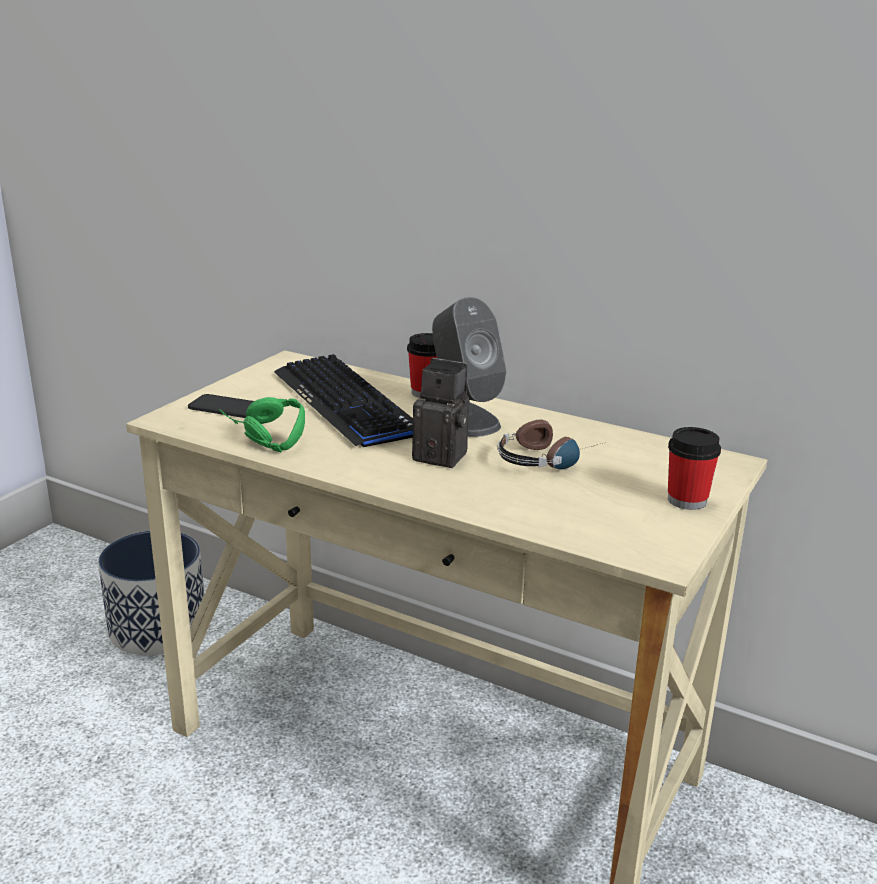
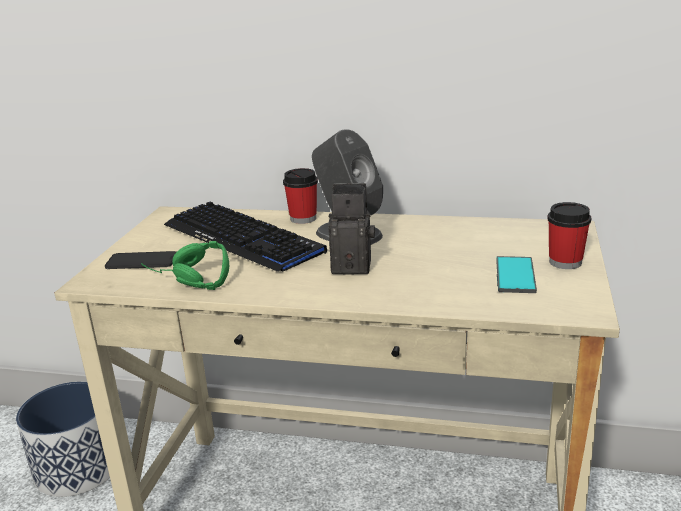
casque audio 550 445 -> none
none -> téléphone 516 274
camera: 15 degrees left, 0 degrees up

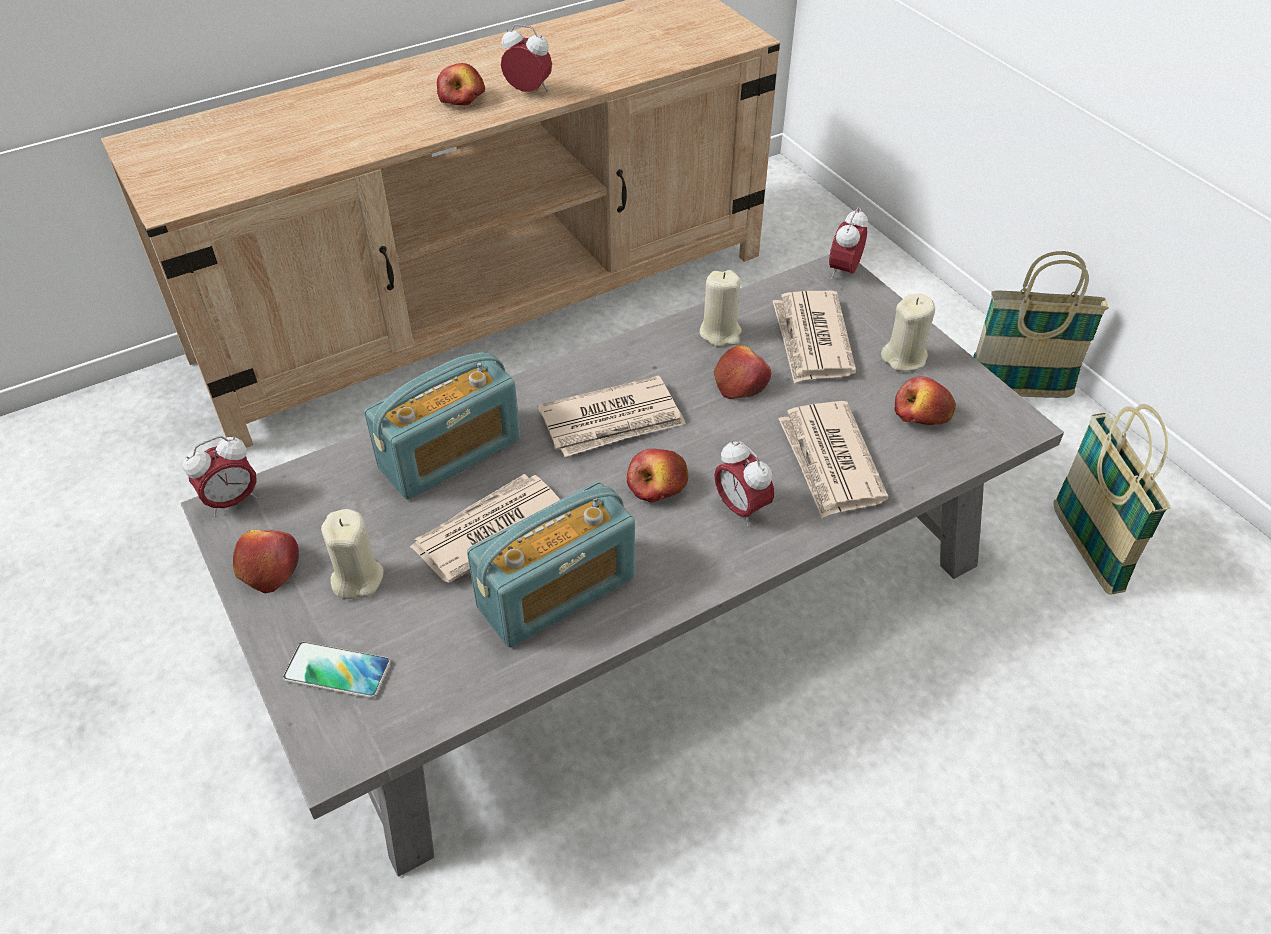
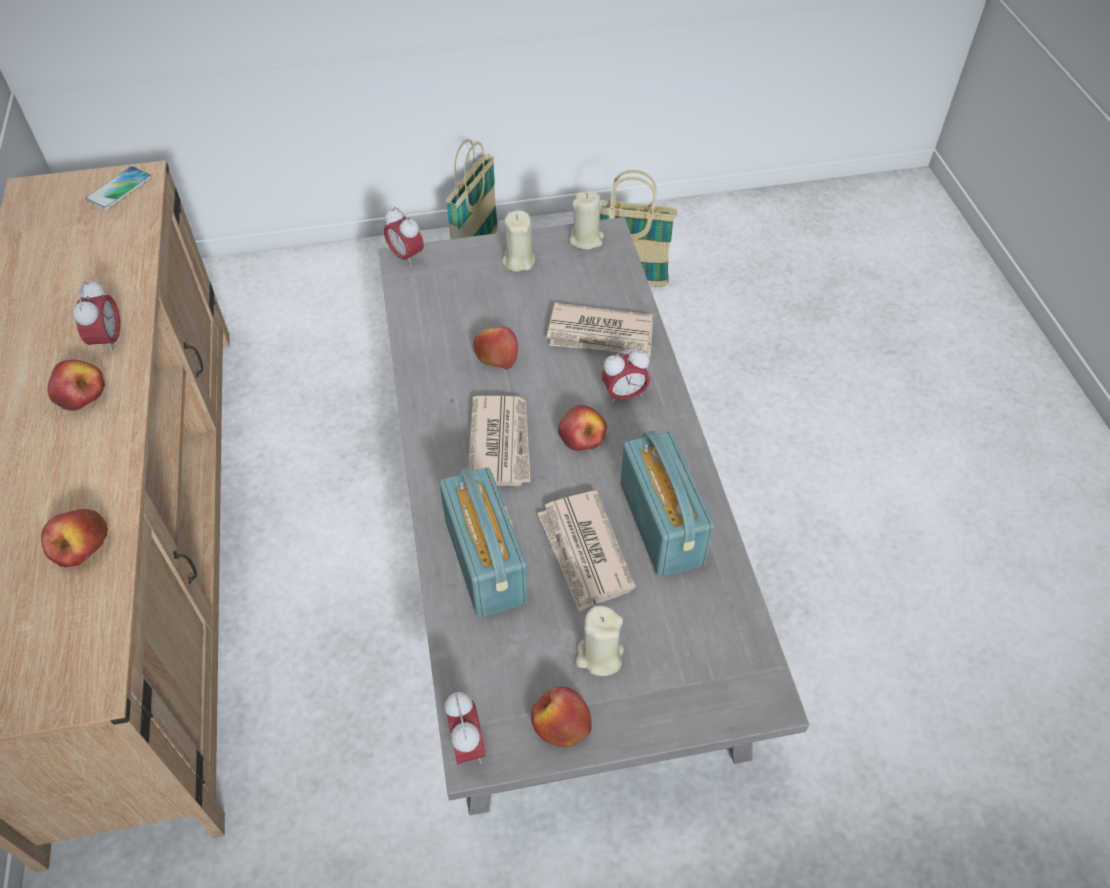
téléphone 336 670 -> téléphone 118 188, shifted
réveil 526 58 -> réveil 96 316, 135 degrees clockwise
bougie [beige] 720 308 -> bougie [beige] 586 220, shifted
journal 814 337 -> none
pomme 925 400 -> pomme 74 538, shifted
camera: 70 degrees left, 5 degrees up

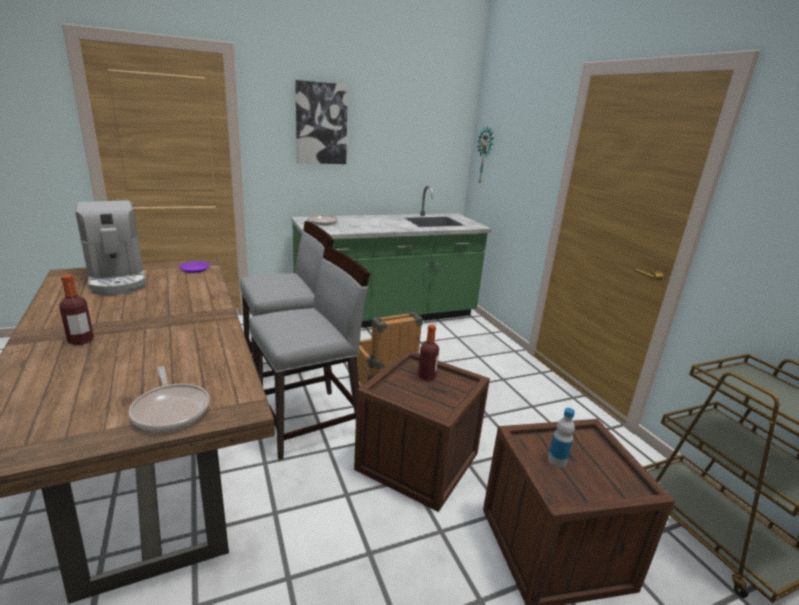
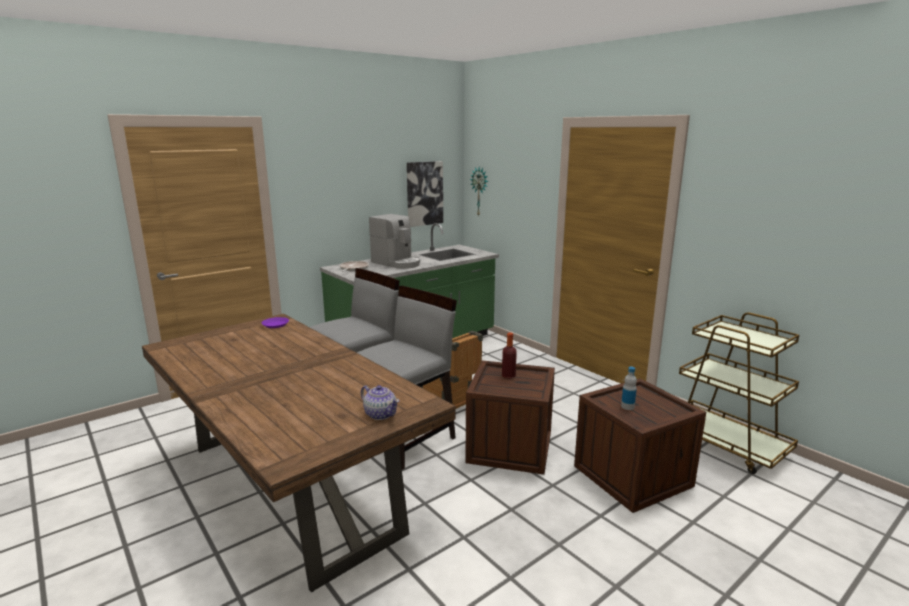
bouteille 76 309 -> none
machine à café 111 247 -> machine à café 394 241, shifted
poêle 169 398 -> théière 380 402
tableau 321 122 -> tableau 425 194, shifted
camera: 15 degrees left, 5 degrees down

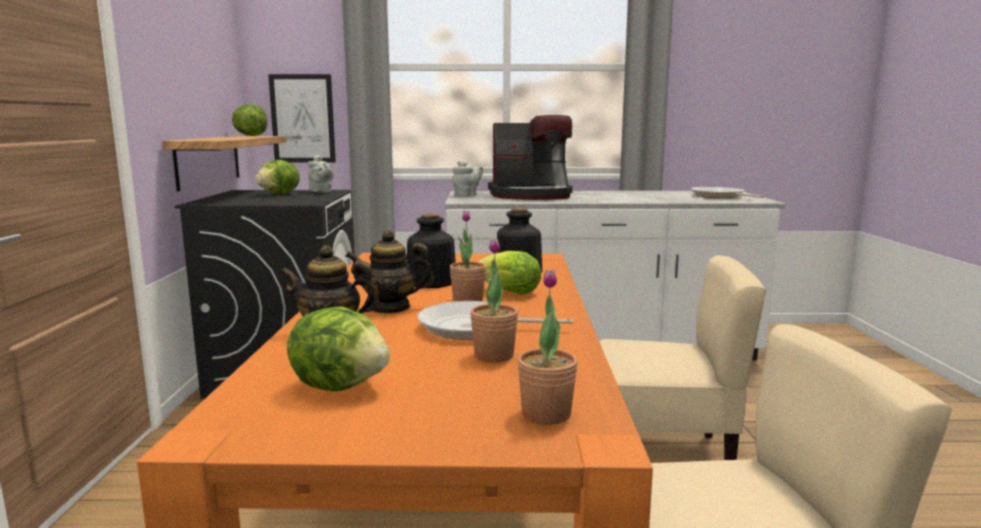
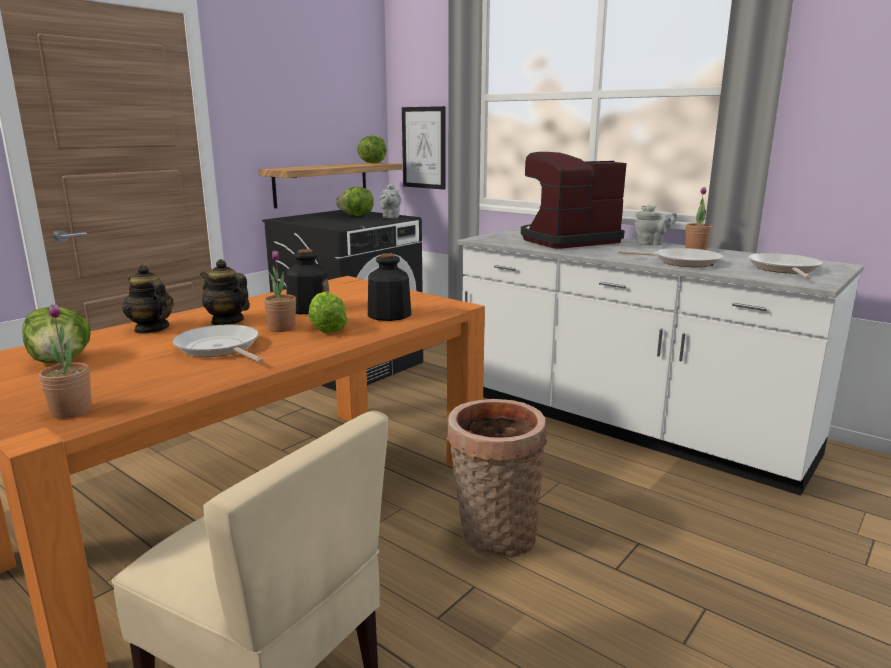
théière [gris] 467 178 -> théière [gris] 655 225, shifted
plante en pot 494 300 -> plante en pot 698 218, shifted
machine à café 530 157 -> machine à café 574 200, 120 degrees clockwise
chaise [beige] 683 357 -> panier 497 478
none -> poêle 670 257
camera: 40 degrees right, 5 degrees up

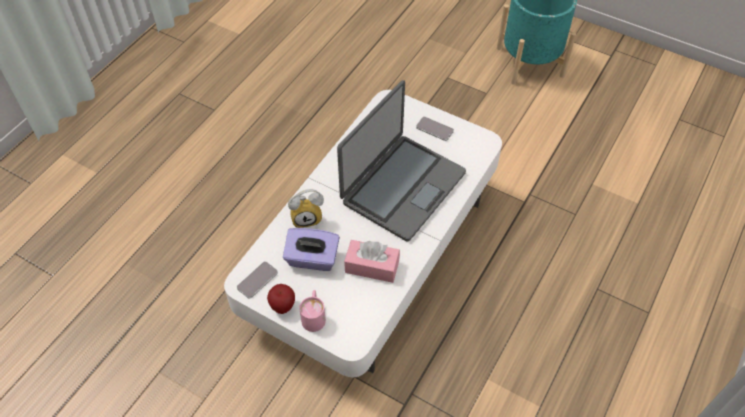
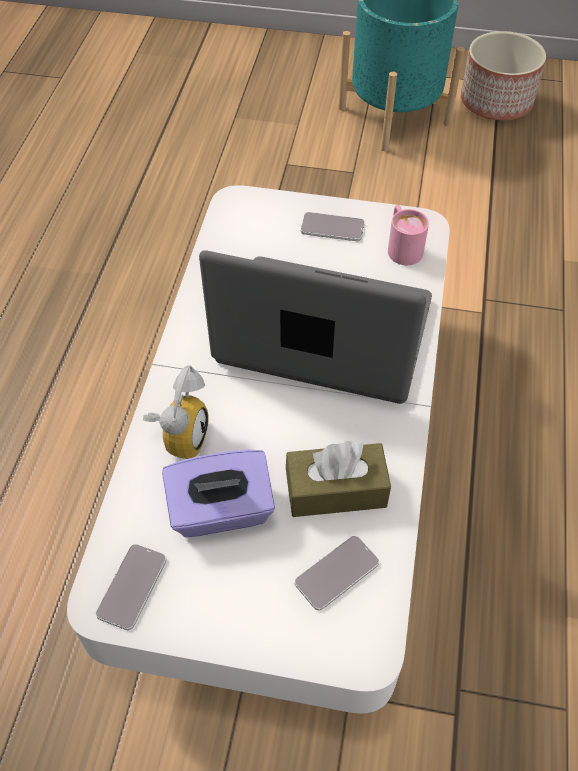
pomme 281 299 -> none
réveil 306 208 -> réveil 176 412, 45 degrees counterclockwise
mug [rose] 312 311 -> mug [rose] 408 235, shifted
ordinateur portable 401 160 -> ordinateur portable 315 327, 90 degrees counterclockwise
boîte à mouchoirs [rose] 372 261 -> boîte à mouchoirs [marron] 338 479
none -> téléphone 337 572
none -> cache-pot 503 75
camera: 20 degrees left, 0 degrees up

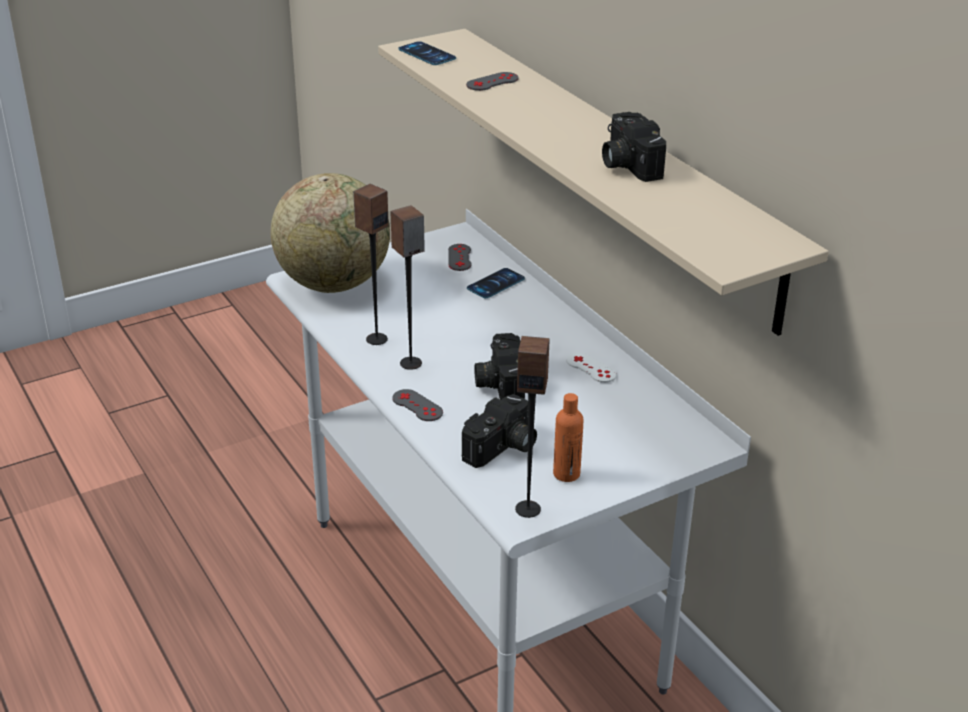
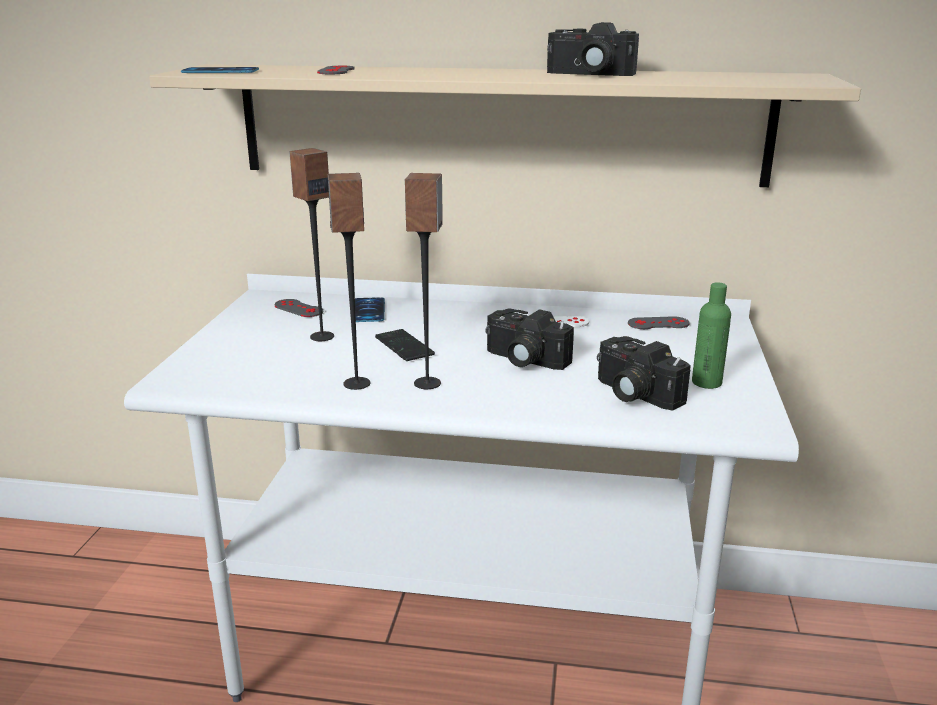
globe 330 233 -> none
manette [gris] 417 405 -> manette [gris] 659 322, shifted
appareil photo 499 431 -> appareil photo 644 373, 150 degrees clockwise
enceinte 532 427 -> enceinte 311 244, shifted
bouteille [orange] 568 437 -> bouteille [vert] 711 335
none -> téléphone 405 345
camera: 50 degrees left, 10 degrees down

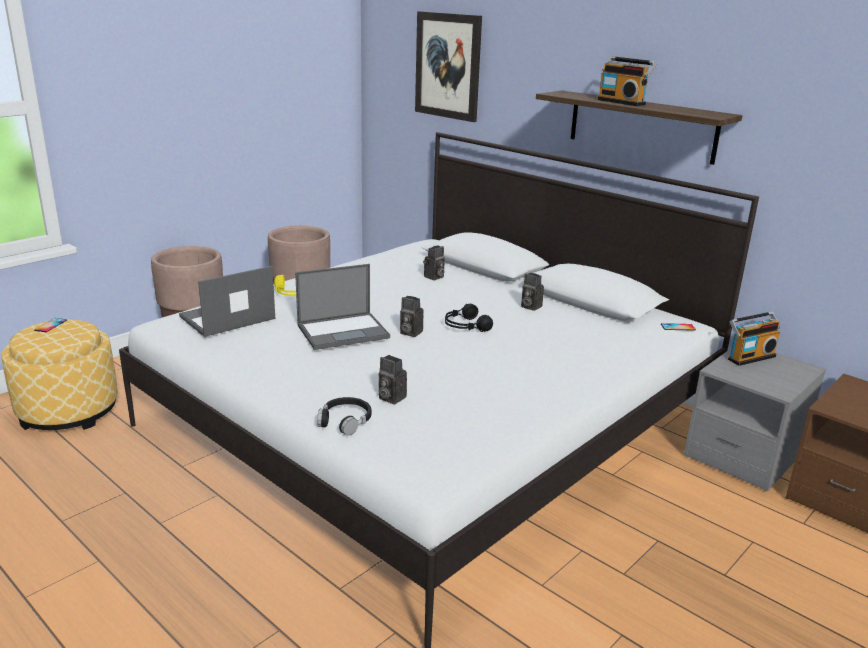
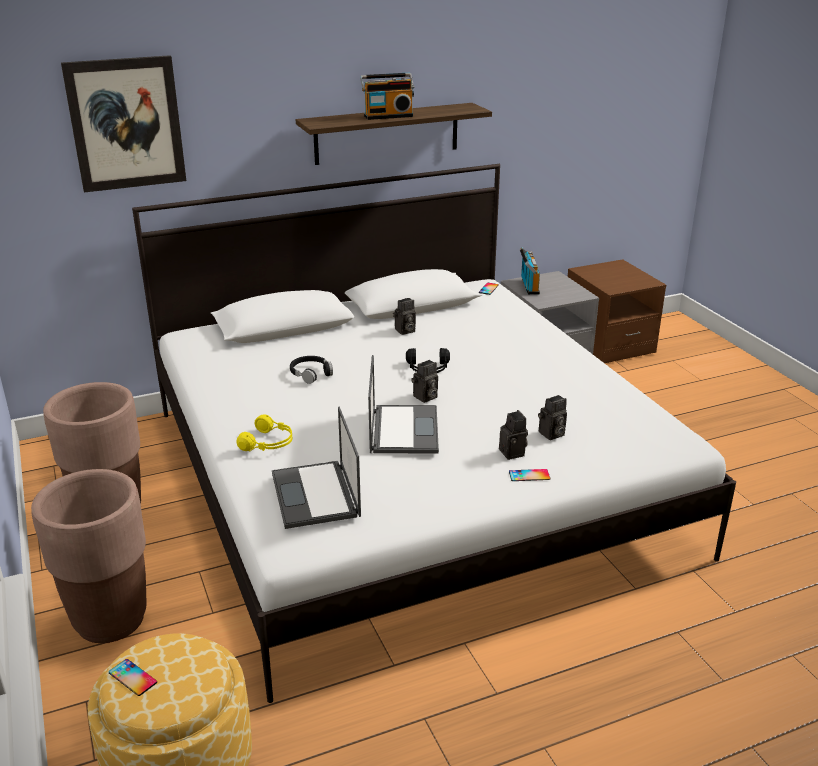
casque audio [noir] 344 416 -> casque audio [noir] 311 370, shifted
appareil photo 434 262 -> appareil photo 513 435, shifted
none -> téléphone 529 475
camera: 65 degrees left, 5 degrees up

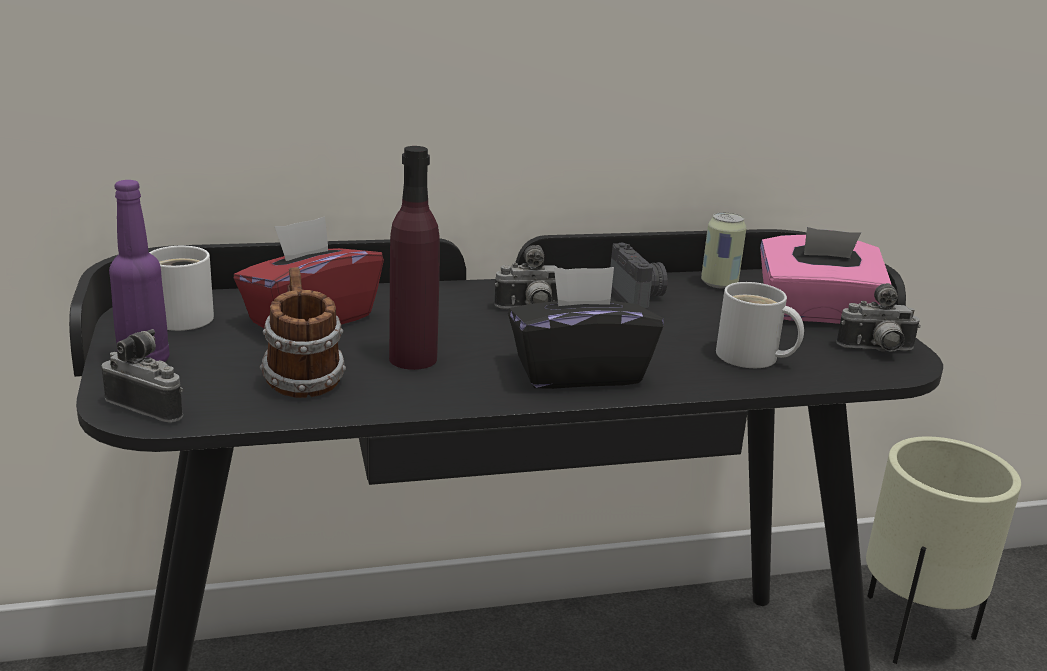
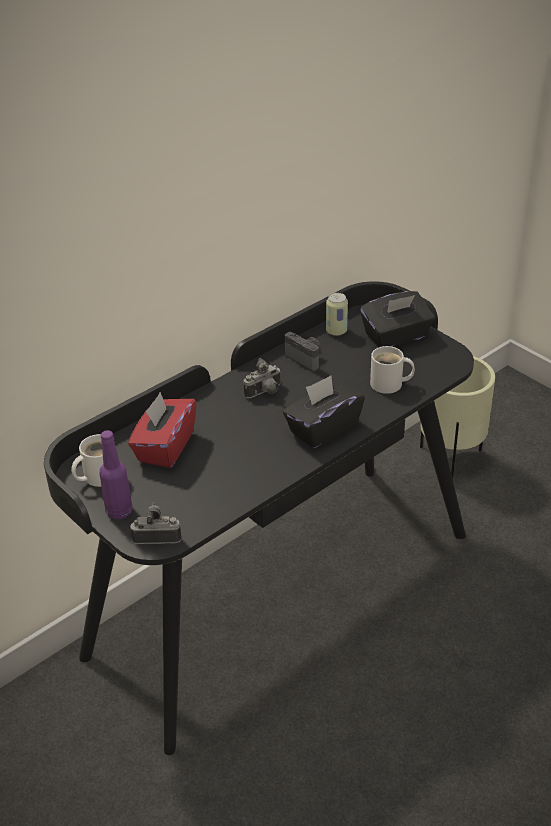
mug 303 332 -> none
bouteille [violet] 414 258 -> none
boîte à mouchoirs [rose] 825 275 -> boîte à mouchoirs [noir] 397 319
appareil photo 879 317 -> none
camera: 25 degrees left, 15 degrees up

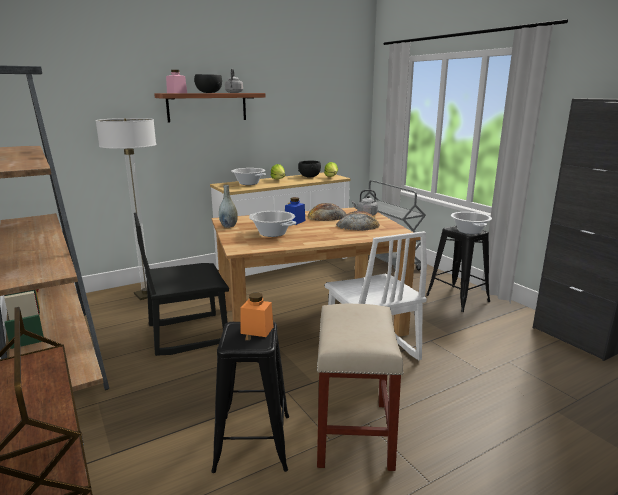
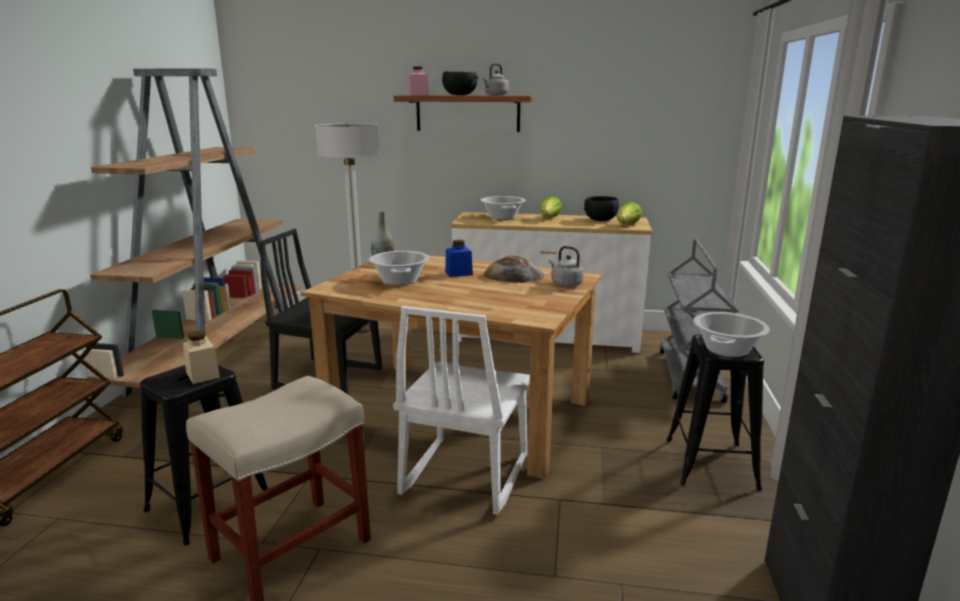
bocal [orange] 256 315 -> bocal [beige] 201 357
pain 358 220 -> none
camera: 40 degrees right, 0 degrees up

